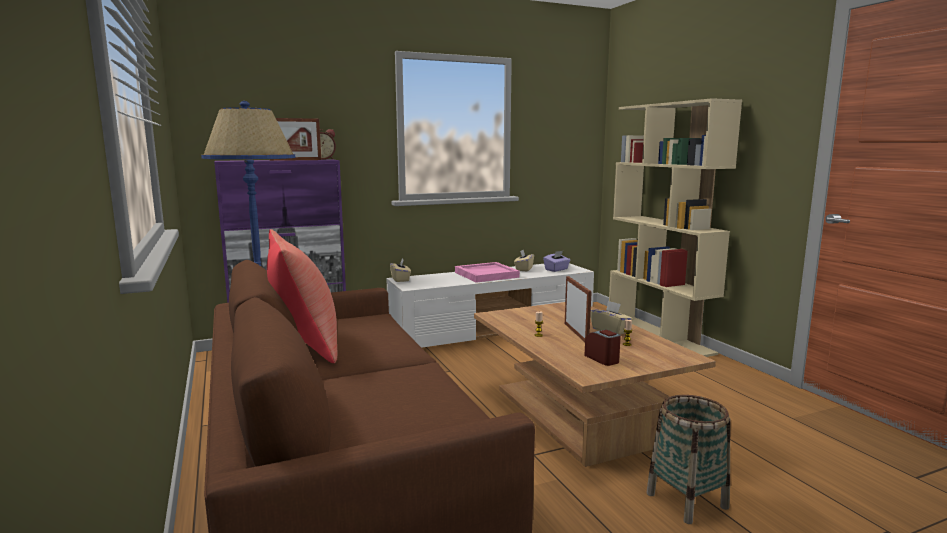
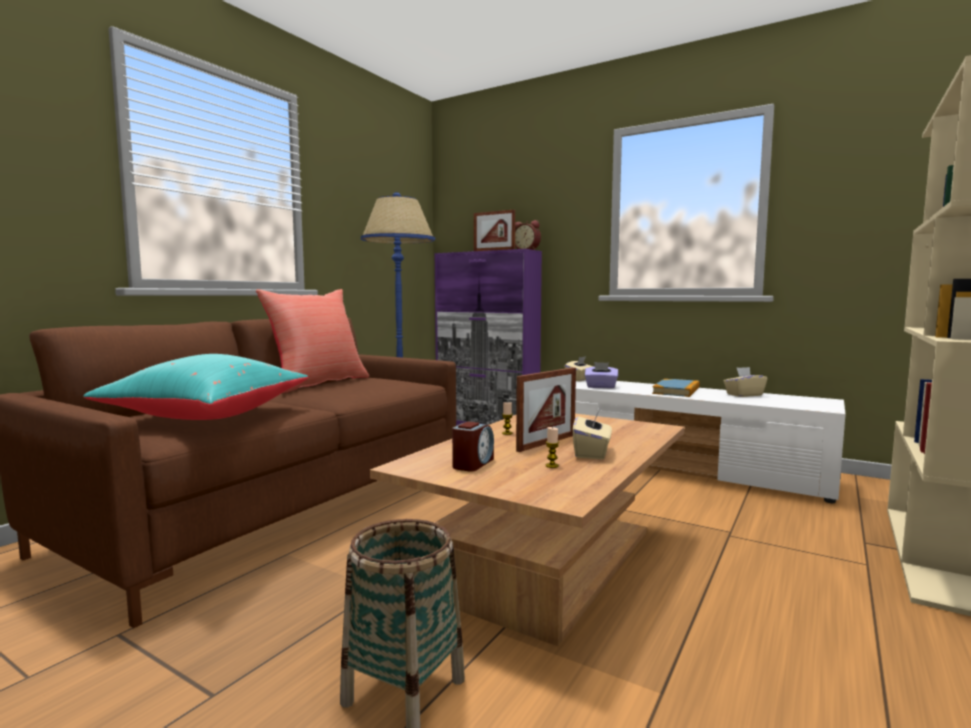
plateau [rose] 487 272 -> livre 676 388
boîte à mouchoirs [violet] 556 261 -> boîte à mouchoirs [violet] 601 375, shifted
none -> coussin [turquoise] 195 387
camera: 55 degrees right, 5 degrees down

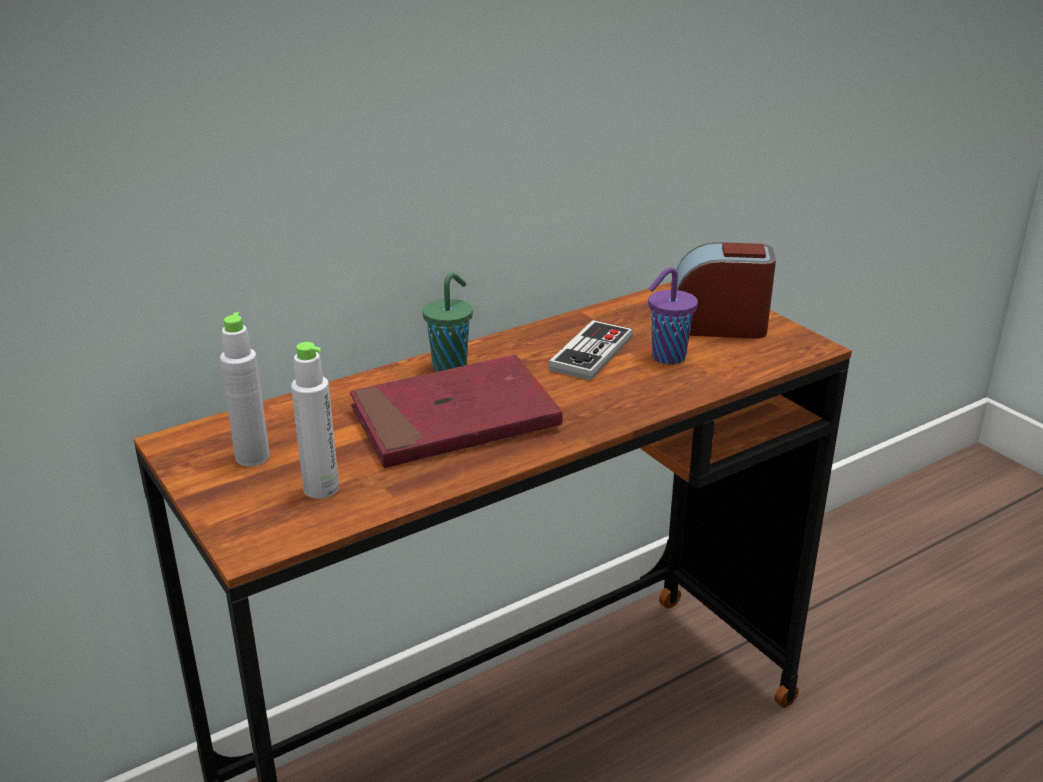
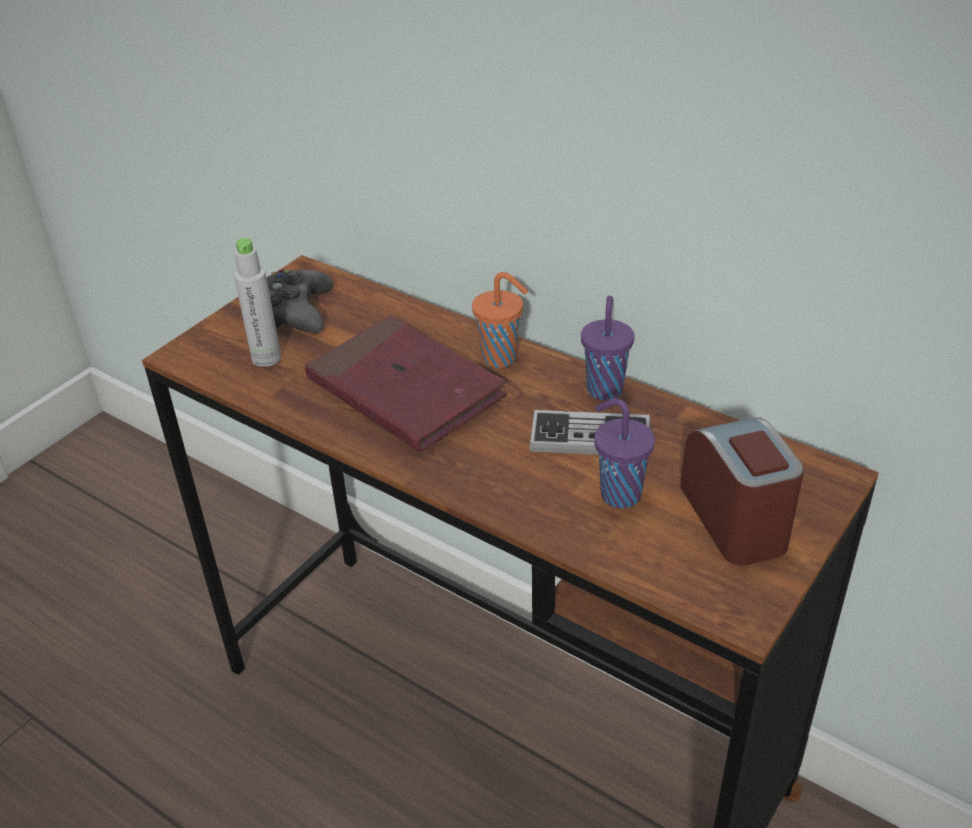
bouteille [gris] 245 389 -> manette [noir] 300 301
tasse [vert] 448 322 -> tasse [orange] 500 320
none -> tasse [violet] 607 348
camera: 70 degrees right, 10 degrees up

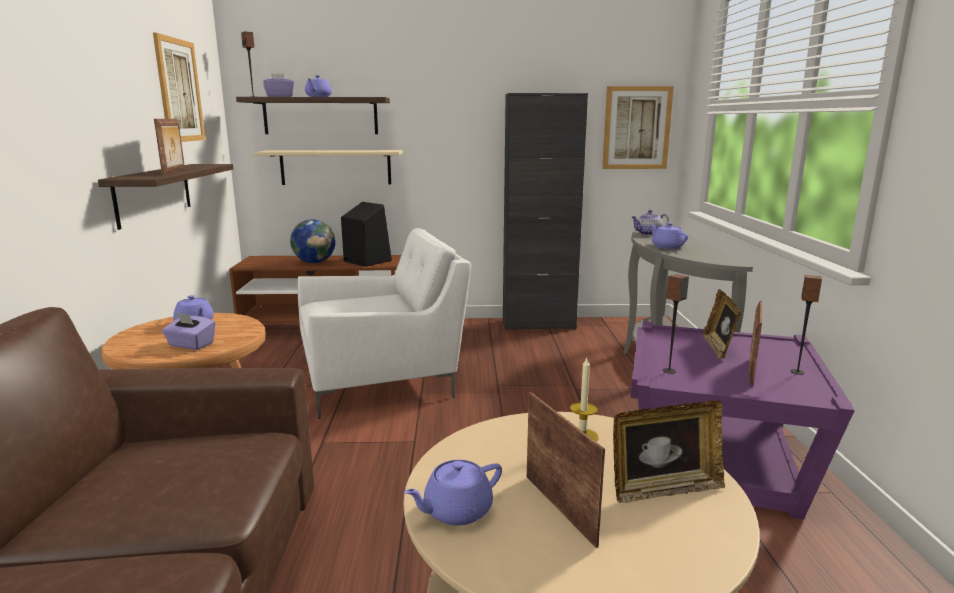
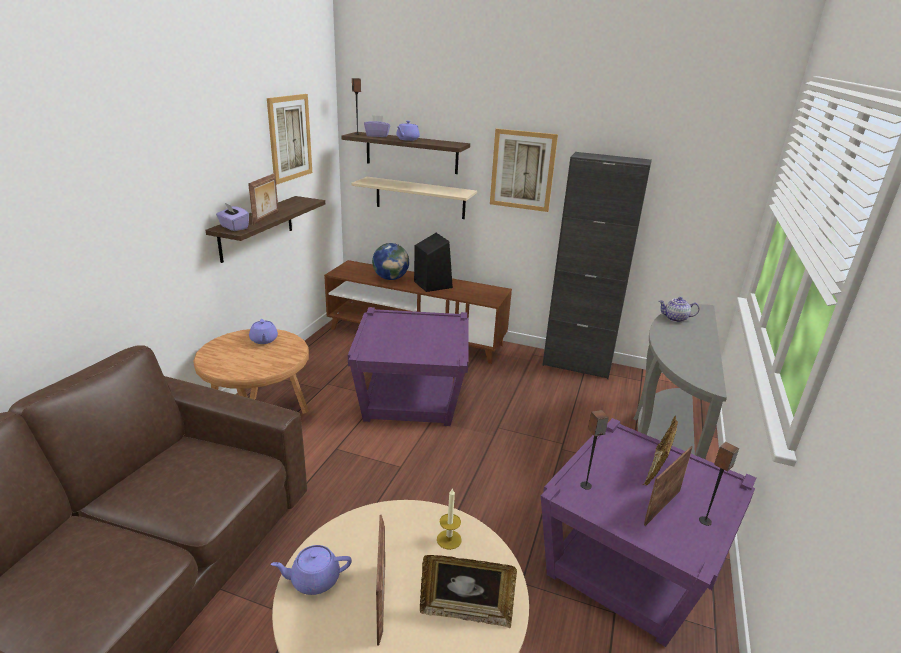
boîte à mouchoirs [violet] 189 331 -> boîte à mouchoirs [violet] 232 217, shifted
fauteuil [blanc] 384 323 -> table d'appoint [violet] 408 366
tableau 638 127 -> tableau 524 170, shifted
théière [violet] 669 236 -> none
camera: 20 degrees right, 10 degrees up

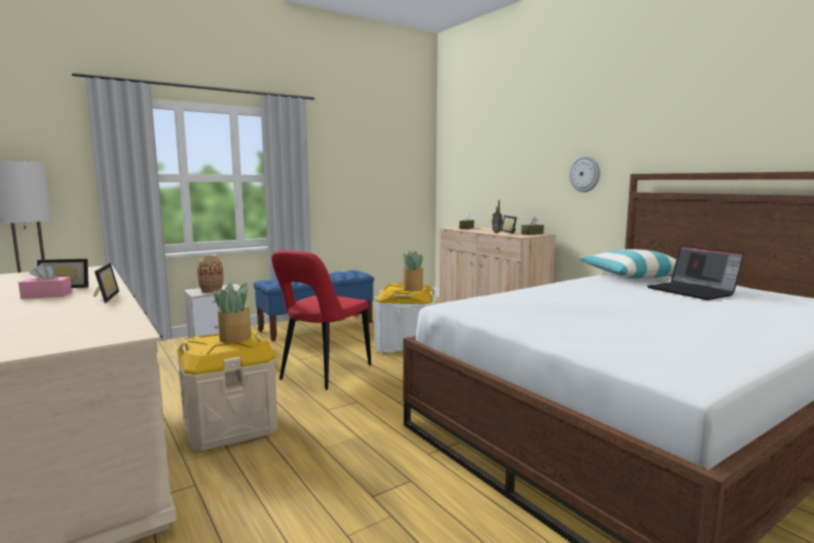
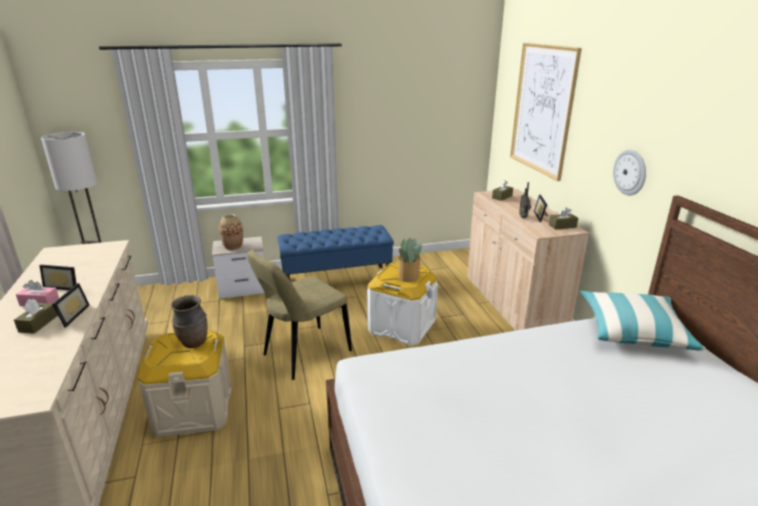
plante en pot 232 313 -> vase [marron] 189 321
chaise [rouge] 321 320 -> chaise [beige] 299 315
ordinateur portable 696 272 -> none
none -> boîte à mouchoirs [marron] 36 316
none -> tableau 546 112
camera: 20 degrees right, 15 degrees up

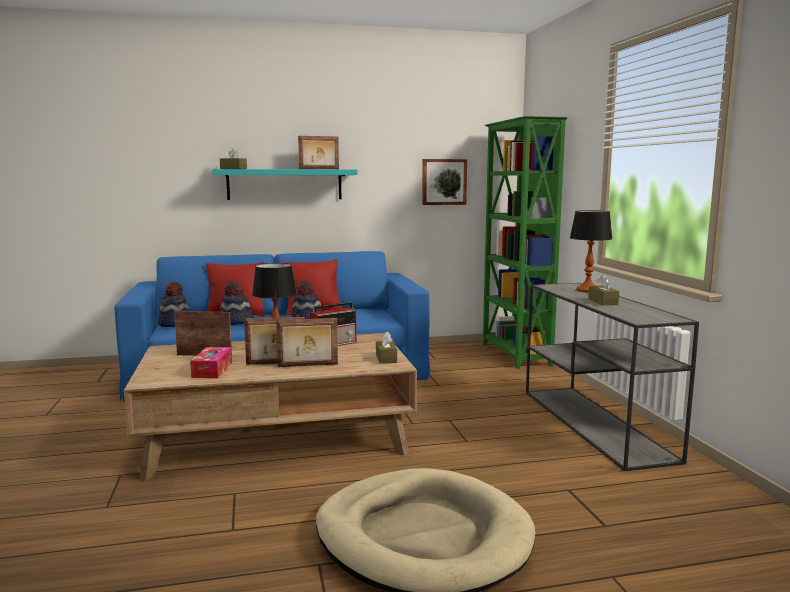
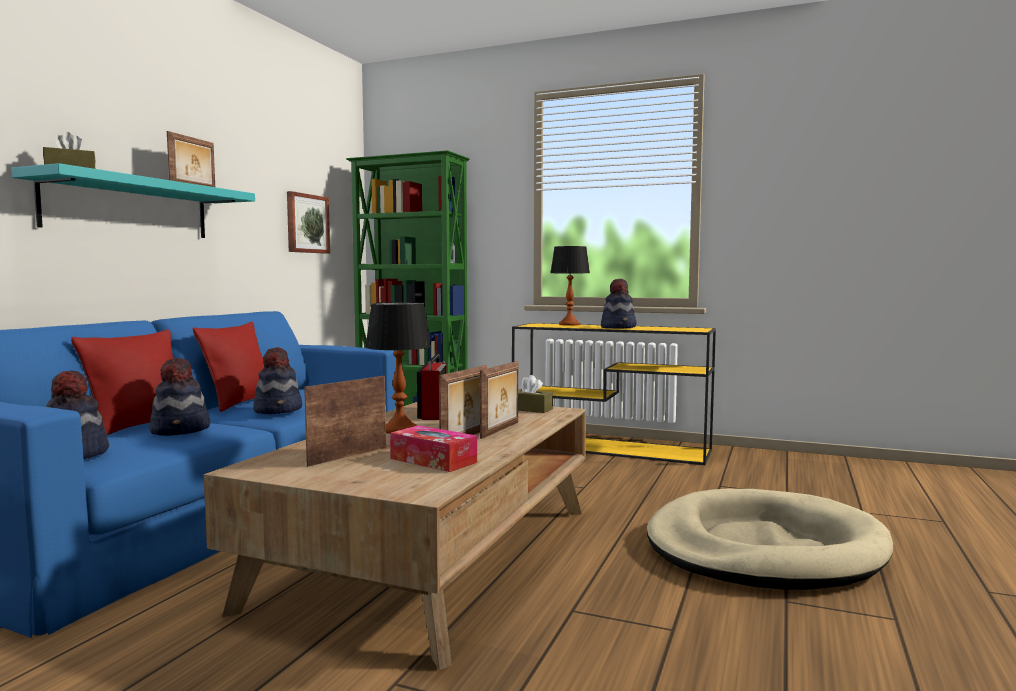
table console [gris] 612 377 -> table console [jaune] 614 394
boîte à mouchoirs [marron] 603 290 -> chapeau 618 304
camera: 55 degrees left, 5 degrees down

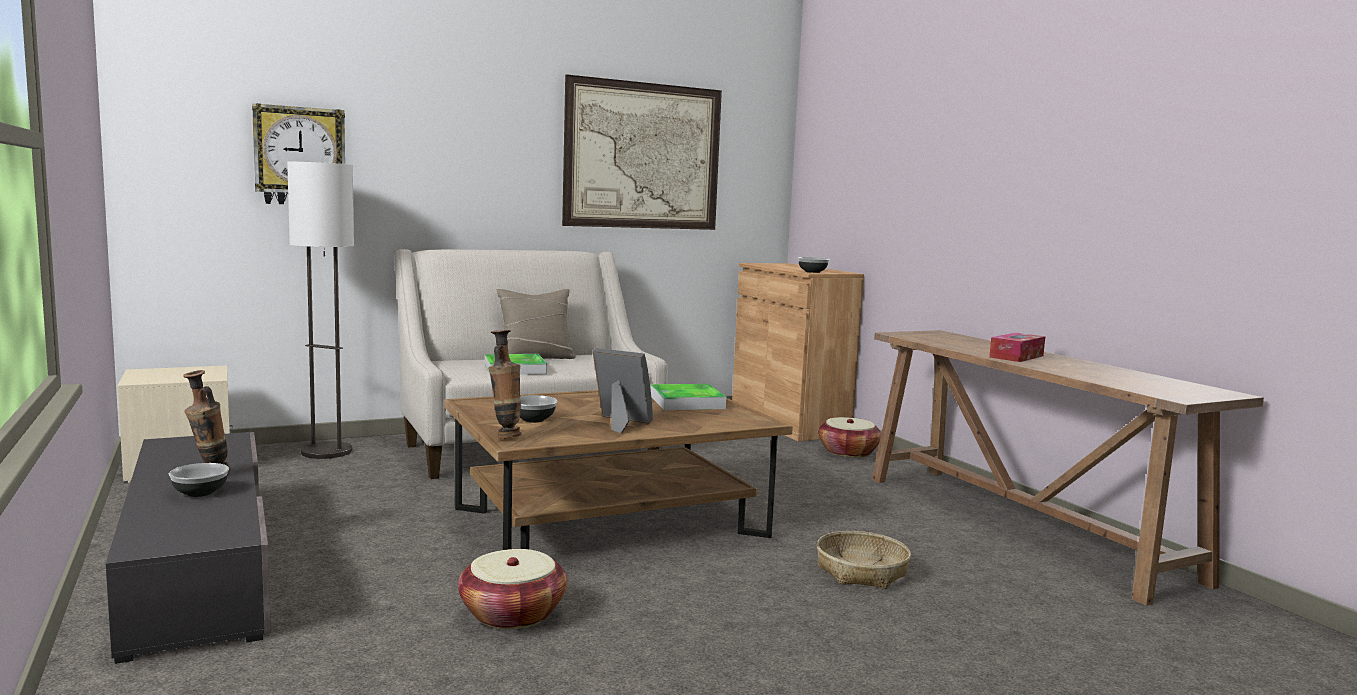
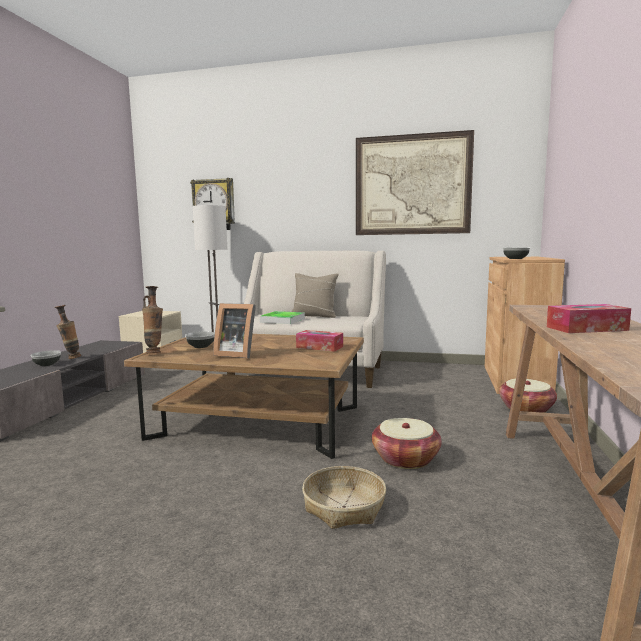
panier 512 589 -> panier 407 443, shifted
cadre photo 622 390 -> cadre photo 234 330, 135 degrees clockwise
plateau 688 397 -> boîte à mouchoirs 319 341
camera: 40 degrees right, 0 degrees up

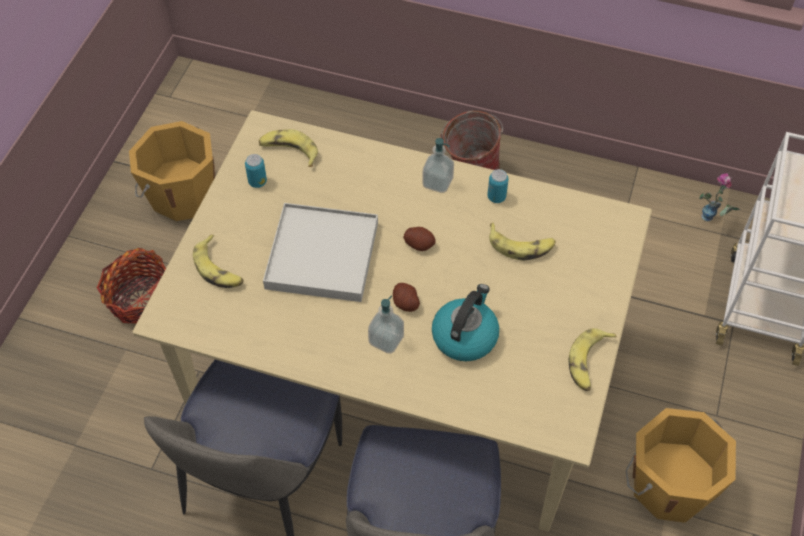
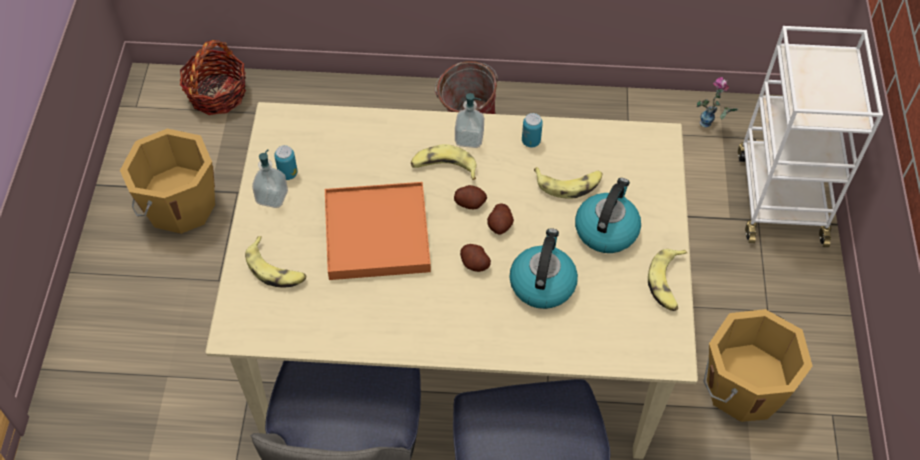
panier 131 286 -> panier 213 77, shifted
banane 288 148 -> banane 444 162, shifted
plateau [blanc] 320 252 -> plateau [orange] 378 231
distributeur de savon 386 324 -> distributeur de savon 270 178, shifted
none -> pomme de terre 500 219
none -> bouilloire 608 215
camera: 15 degrees left, 0 degrees up

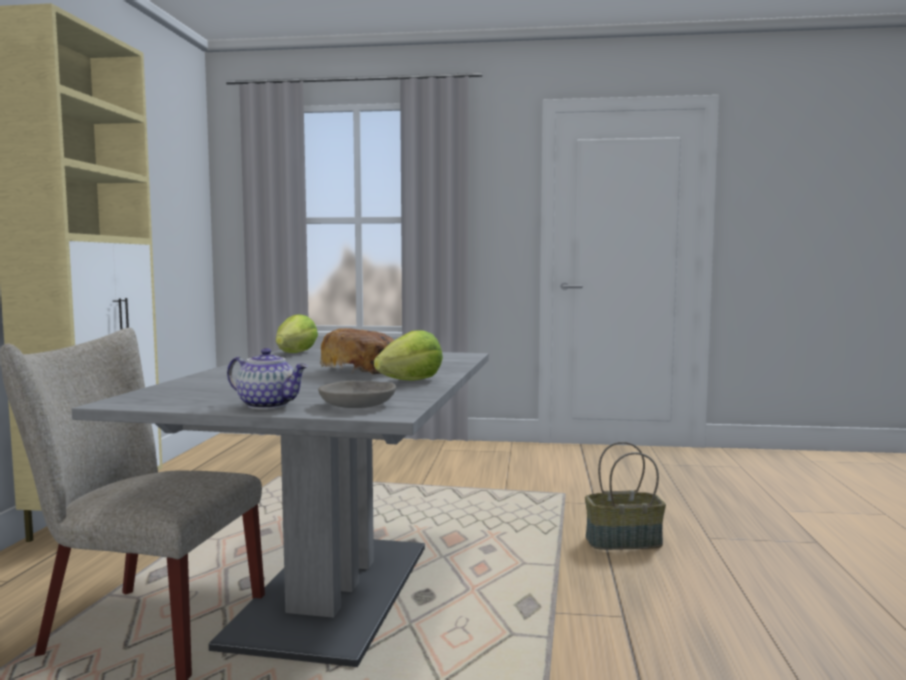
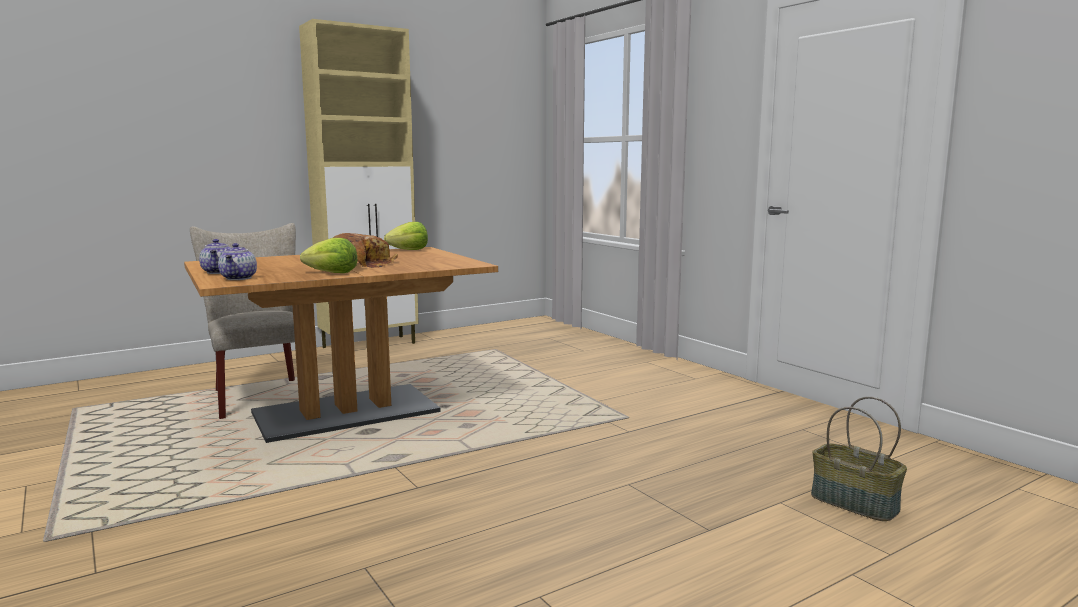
table à manger [gris] 280 508 -> table à manger [marron] 341 345
bol [gris] 357 394 -> théière 237 261
panier 625 496 -> panier 859 458, shifted
camera: 50 degrees right, 5 degrees up

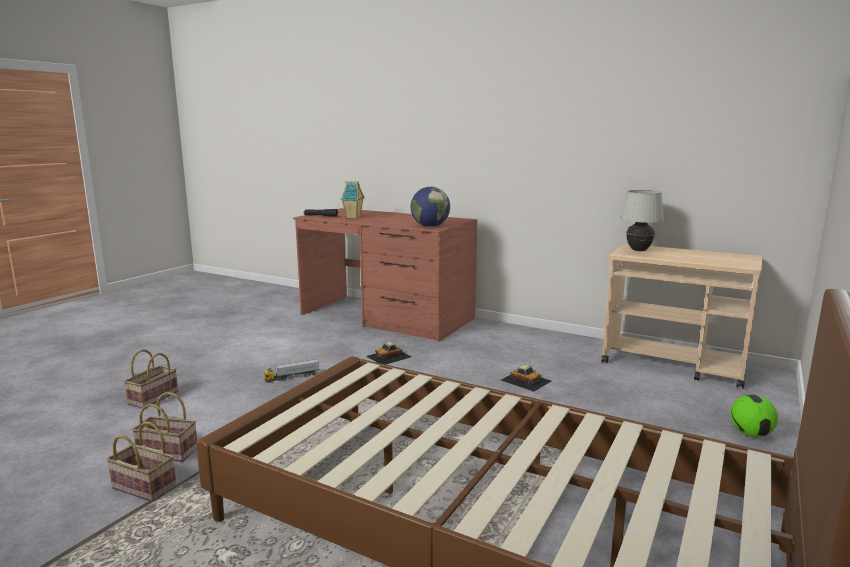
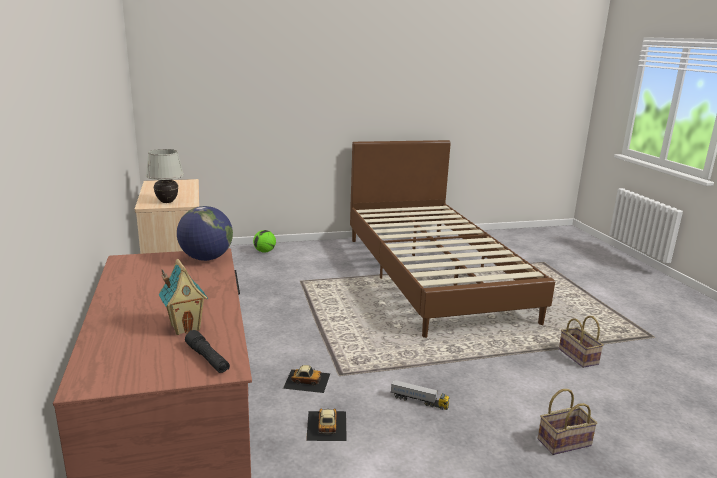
panier 164 427 -> none
petite voiture 526 378 -> petite voiture 326 424, shifted
camera: 135 degrees left, 5 degrees up

